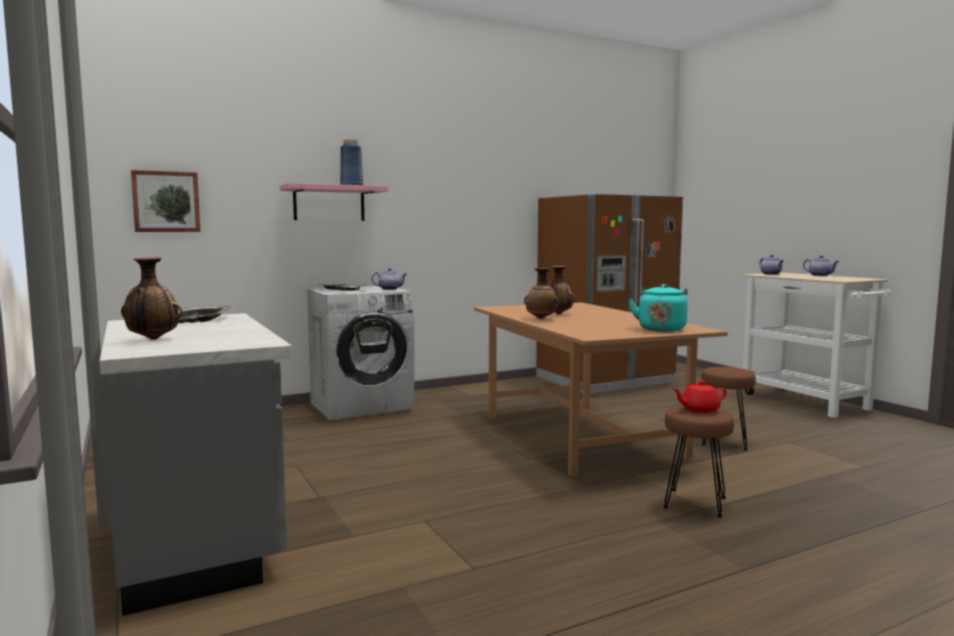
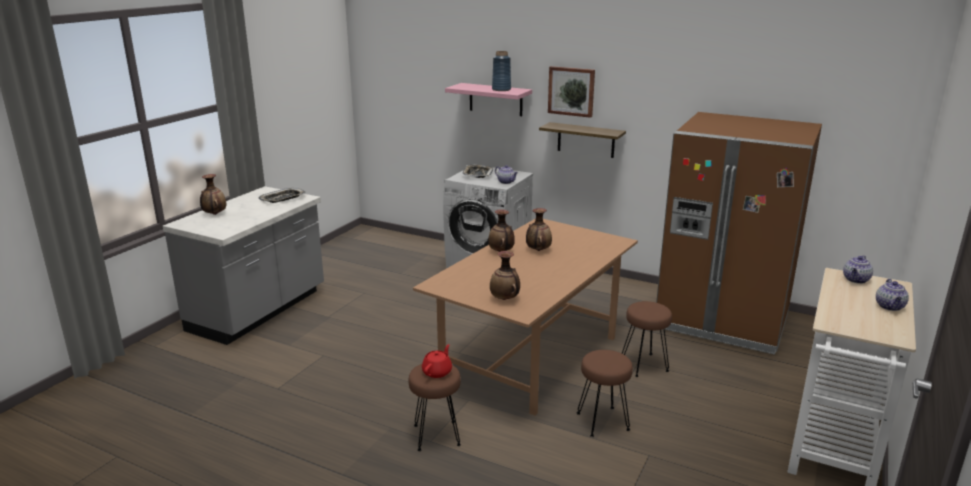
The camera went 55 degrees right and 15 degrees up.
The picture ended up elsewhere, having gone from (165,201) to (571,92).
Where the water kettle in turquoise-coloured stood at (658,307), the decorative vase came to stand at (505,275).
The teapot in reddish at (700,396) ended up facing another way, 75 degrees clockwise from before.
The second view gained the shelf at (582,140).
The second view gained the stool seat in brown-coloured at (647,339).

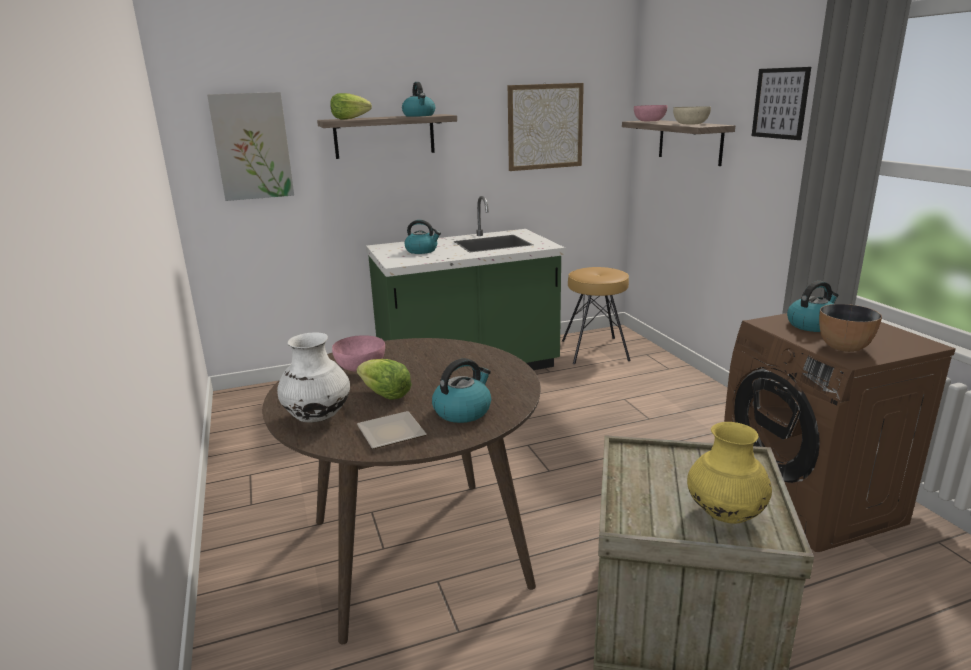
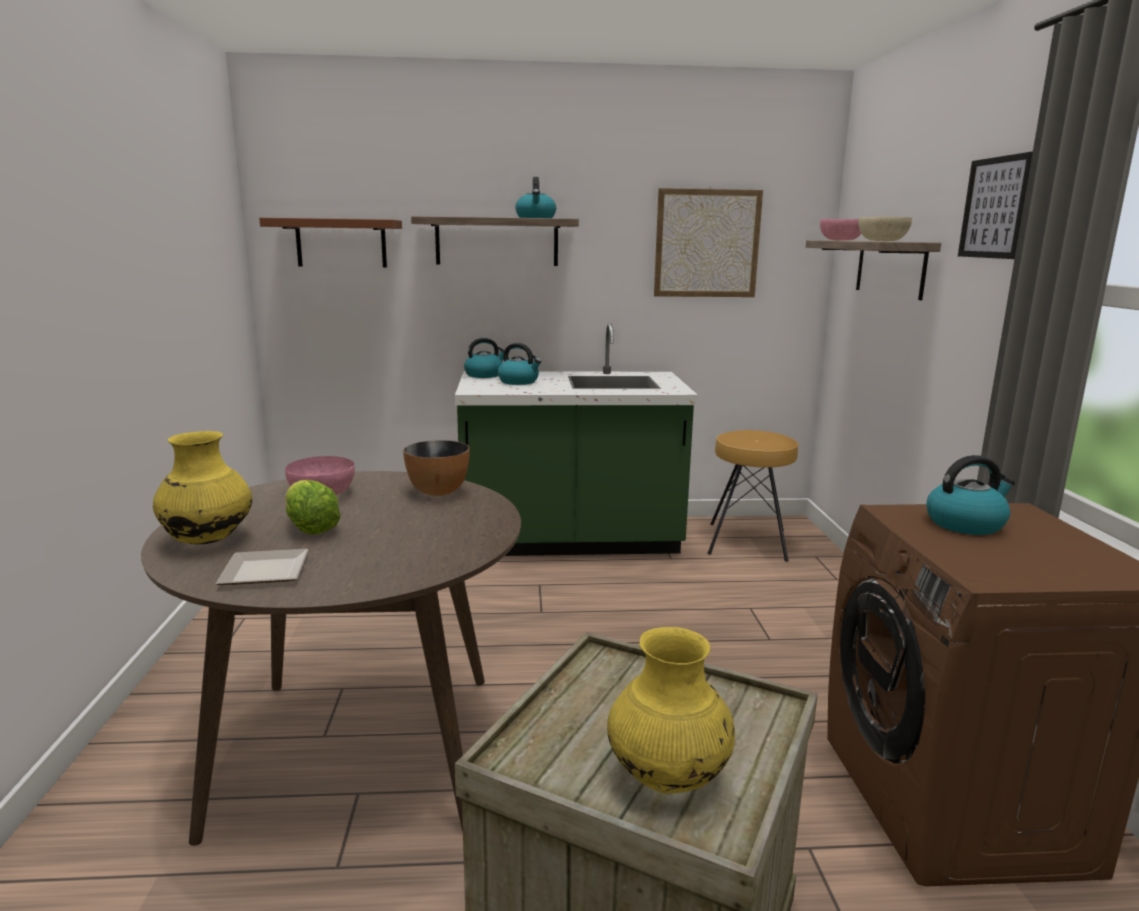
The camera went 15 degrees right and 5 degrees down.
Where the picture hung at (250,146), the shelf in brown-coloured came to hang at (330,242).
The second view lost the head of lettuce at (351,106).
The bowl ended up elsewhere, having gone from (850,328) to (436,468).
What was the decorative vase in white at (313,377) turned into the decorative vase in yellow-coloured at (202,487).
The water kettle ended up elsewhere, having gone from (461,390) to (484,358).

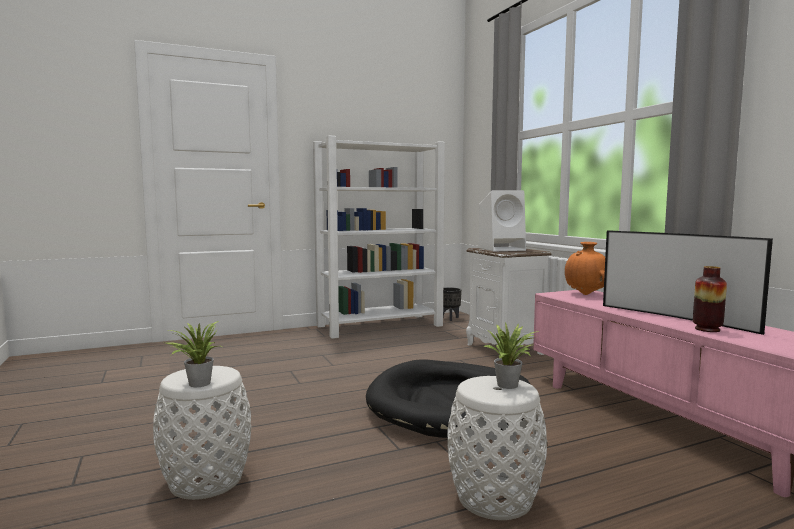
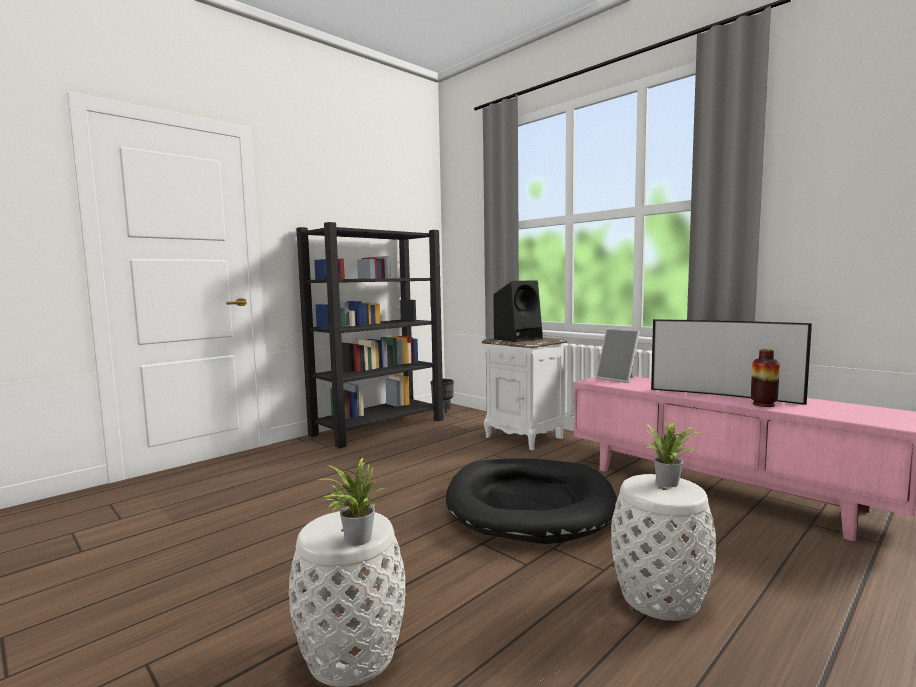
The camera went 20 degrees left and 0 degrees up.
What was the bookcase in white at (379,237) turned into the bookcase in black-coloured at (369,335).
What was the speaker in white at (502,221) turned into the speaker in black-coloured at (518,311).
Where the decorative vase in orange-coloured stood at (585,268), the standing frame came to stand at (618,355).

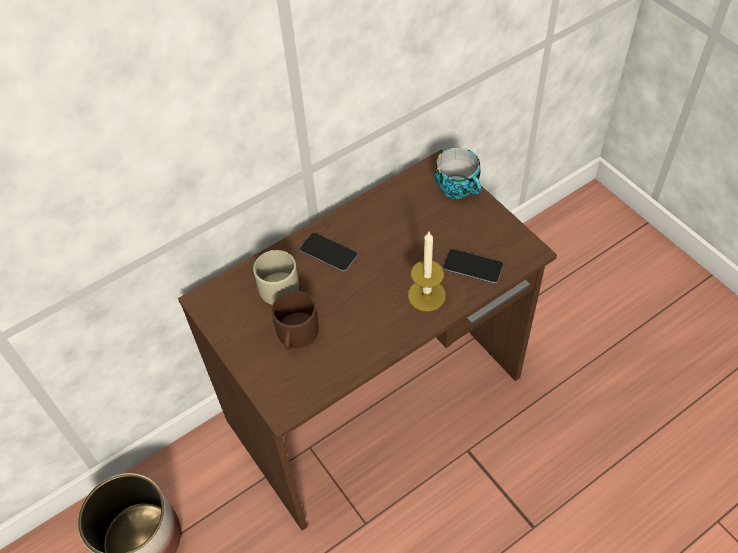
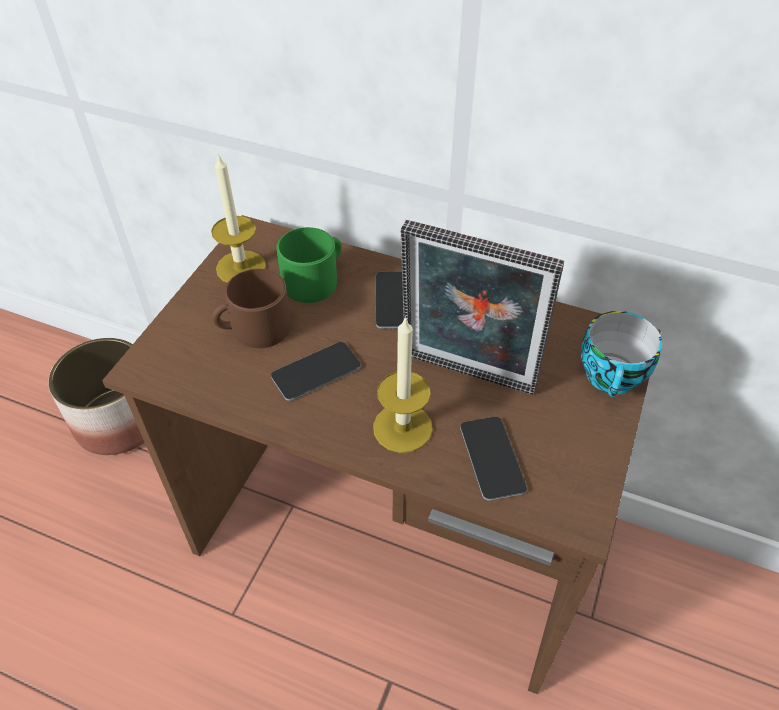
The camera went 55 degrees right and 5 degrees down.
What was the tea mug in sand-coloured at (276,277) turned into the tea mug in green at (309,265).
The second view gained the wax light at (238,218).
The second view gained the standing frame at (482,307).
The second view gained the phone at (316,371).

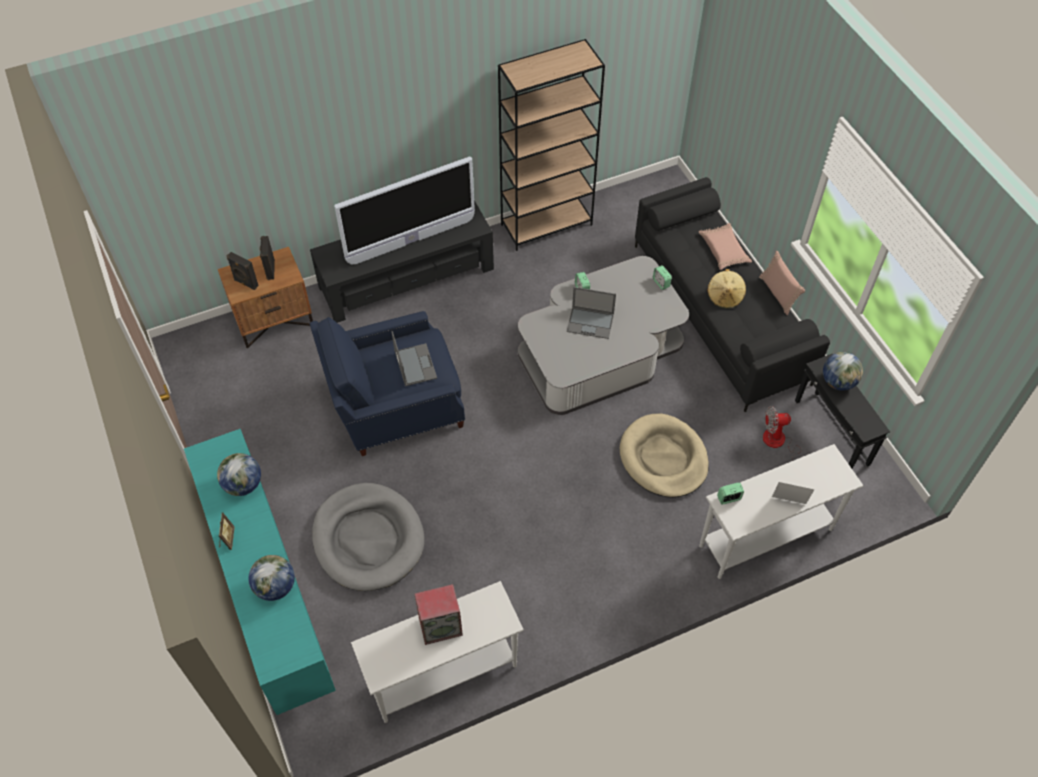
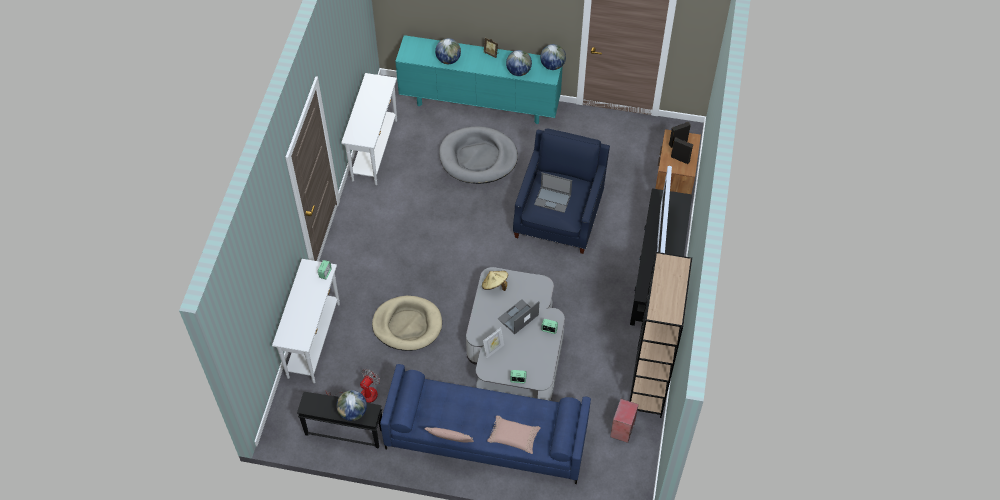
The camera went 125 degrees right and 0 degrees up.
What was the settee in black-coloured at (732,294) turned into the settee in blue-coloured at (485,424).
The hat in sand-coloured ended up elsewhere, having gone from (726,289) to (495,281).
The standing frame ended up elsewhere, having gone from (793,493) to (493,343).
The speaker ended up elsewhere, having gone from (438,614) to (624,420).
The second view gained the desk globe at (553,57).

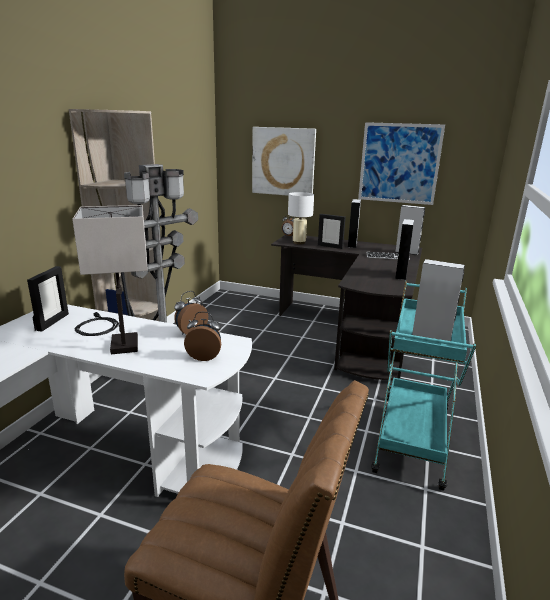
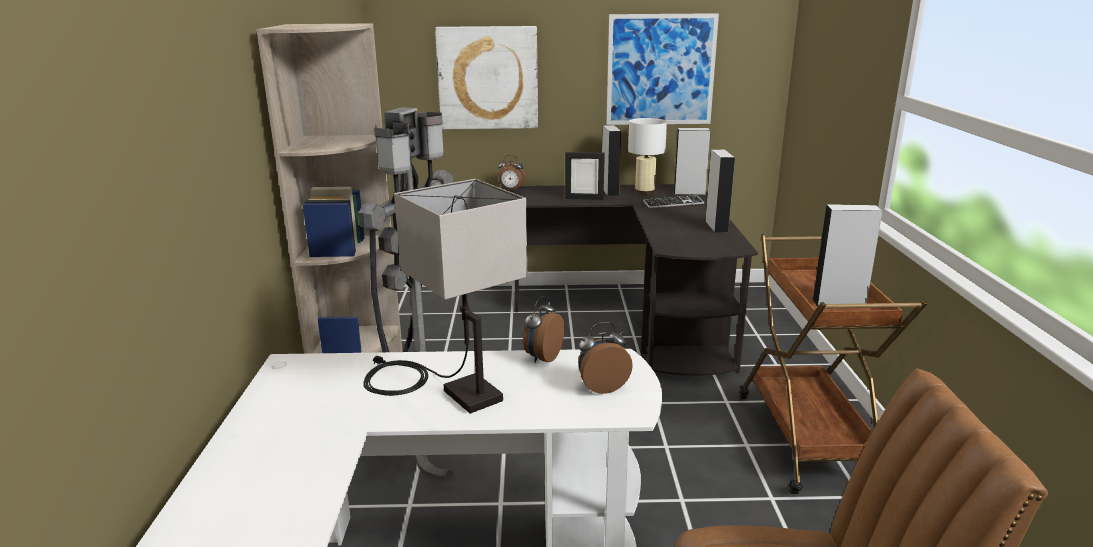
The camera went 20 degrees left and 0 degrees up.
The table lamp in white ended up elsewhere, having gone from (301,218) to (647,156).
The second view lost the standing frame at (48,299).
What was the trolley in turquoise-coloured at (423,385) turned into the trolley in brown-coloured at (833,364).

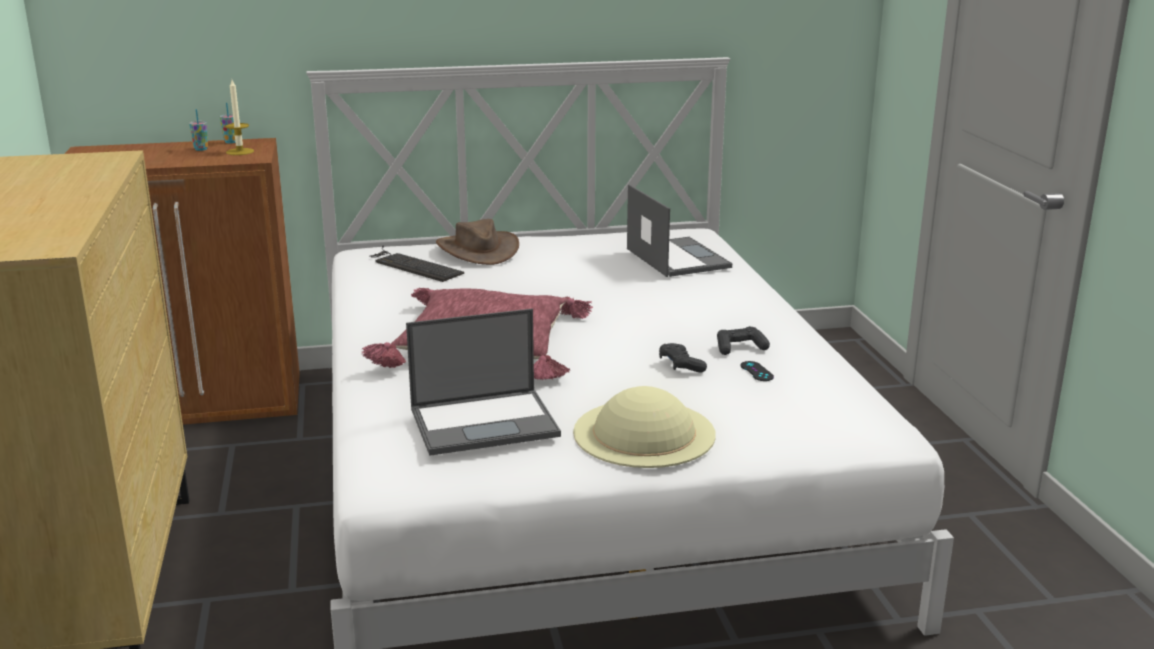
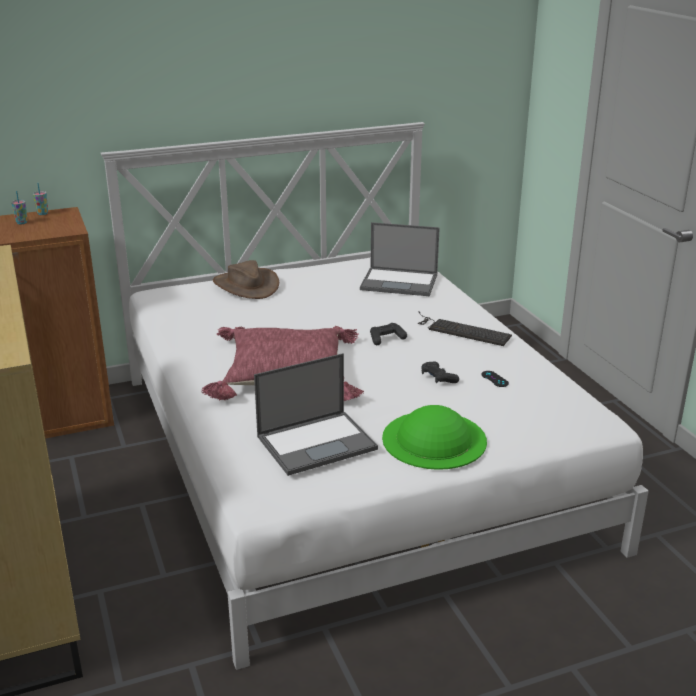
The camera went 10 degrees left and 5 degrees up.
The second view lost the wax light at (239,117).
The laptop at (679,230) ended up facing another way, 135 degrees clockwise from before.
The PC keyboard ended up elsewhere, having gone from (417,263) to (465,328).
The game controller in black-coloured ended up elsewhere, having gone from (743,340) to (388,334).
What was the hat in sand-coloured at (644,427) turned into the hat in green at (434,437).

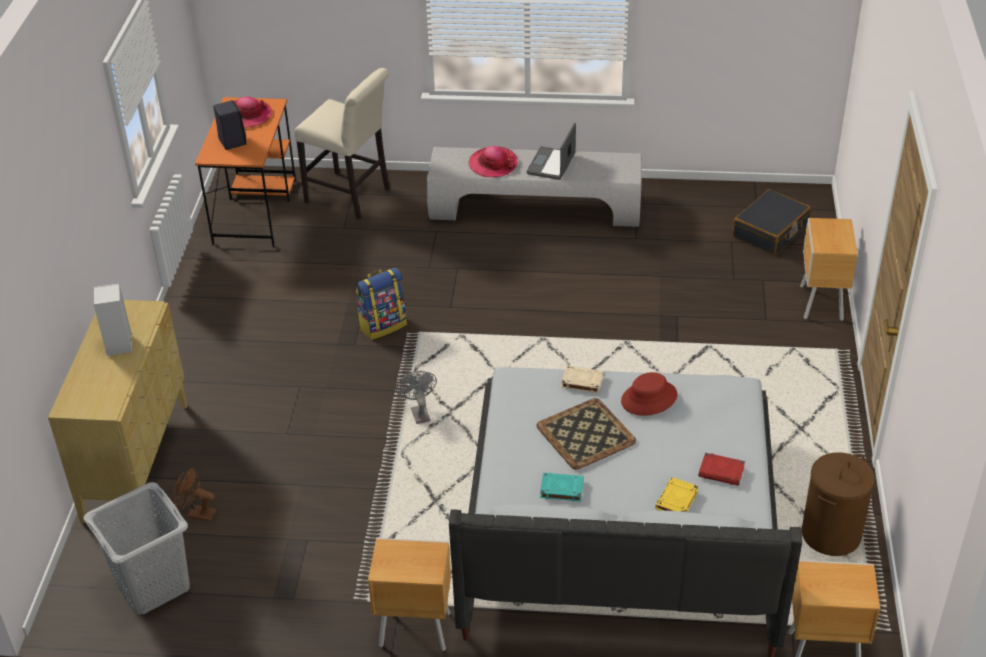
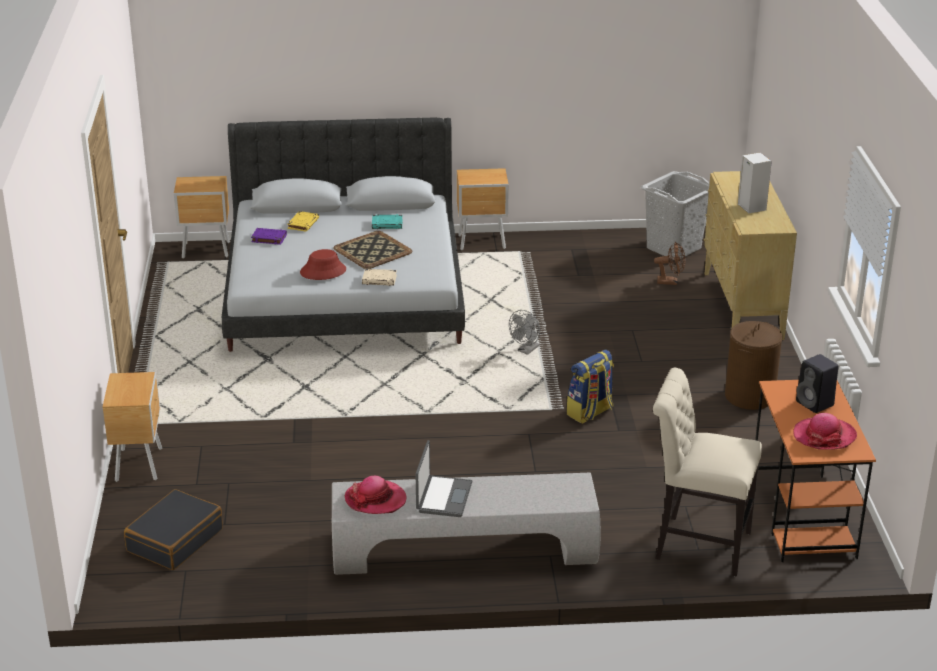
The camera went 170 degrees right and 10 degrees down.
The hat ended up elsewhere, having gone from (493,161) to (375,495).
The cooling fan in grey at (416,397) ended up facing another way, 60 degrees clockwise from before.
The washing basket in brown-coloured ended up elsewhere, having gone from (838,504) to (754,365).
What was the volume in reddish at (721,469) turned into the volume in purple-coloured at (269,236).

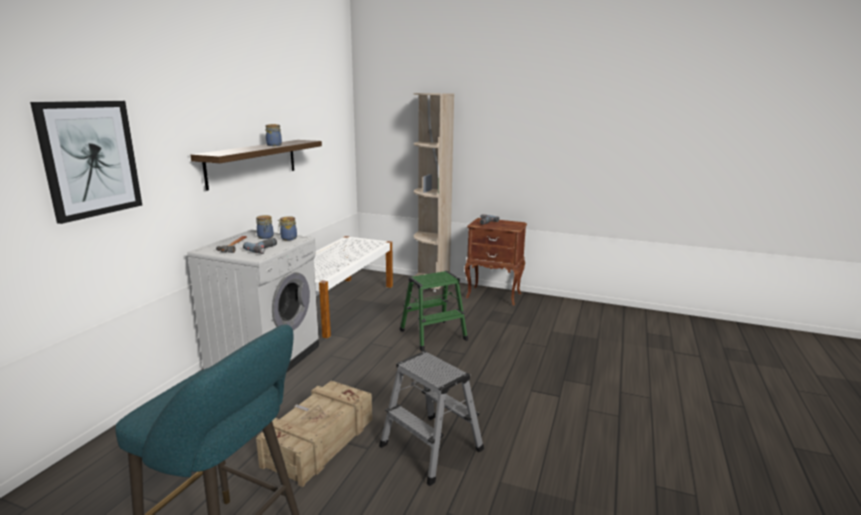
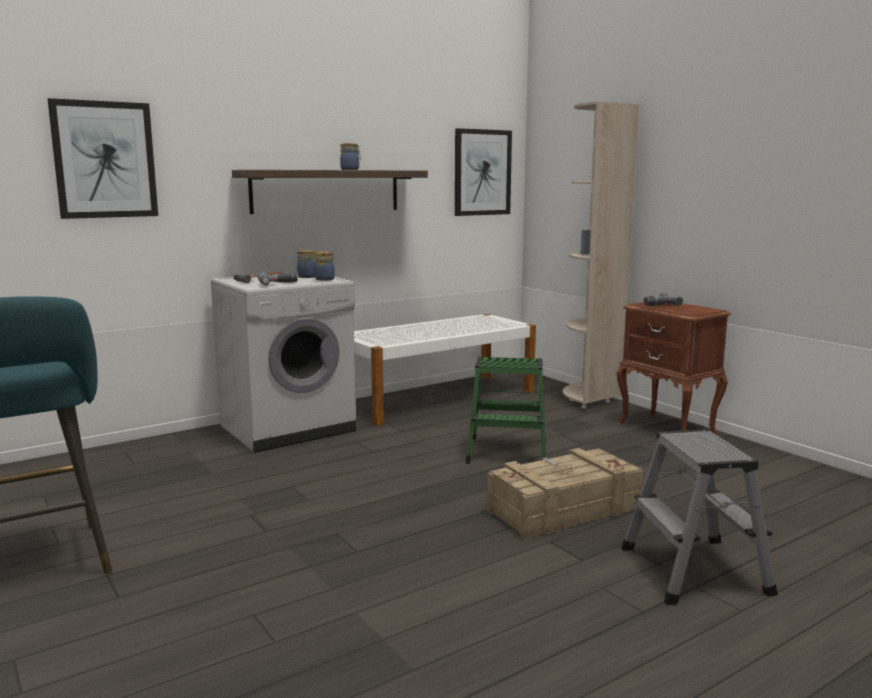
The camera went 35 degrees right and 5 degrees down.
The stepladder in grey ended up elsewhere, having gone from (431,418) to (699,517).
The packing crate ended up elsewhere, having gone from (314,434) to (565,494).
The second view gained the picture at (483,172).

